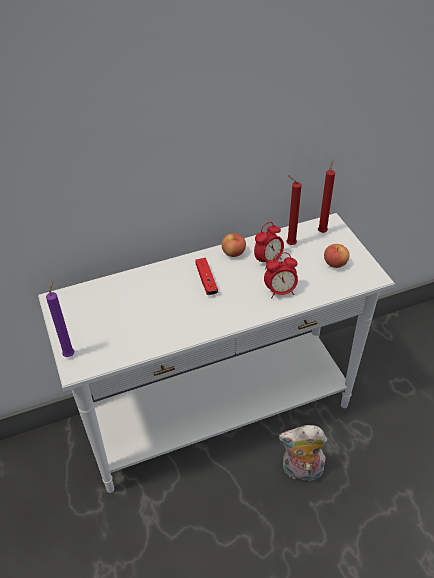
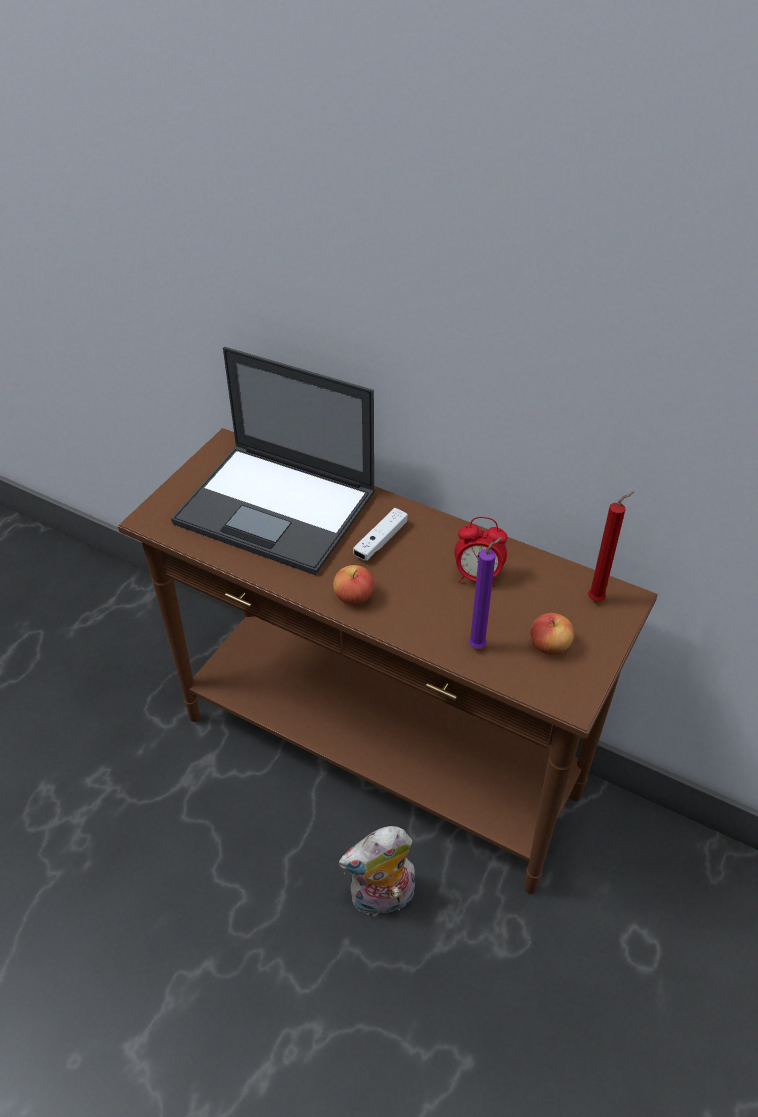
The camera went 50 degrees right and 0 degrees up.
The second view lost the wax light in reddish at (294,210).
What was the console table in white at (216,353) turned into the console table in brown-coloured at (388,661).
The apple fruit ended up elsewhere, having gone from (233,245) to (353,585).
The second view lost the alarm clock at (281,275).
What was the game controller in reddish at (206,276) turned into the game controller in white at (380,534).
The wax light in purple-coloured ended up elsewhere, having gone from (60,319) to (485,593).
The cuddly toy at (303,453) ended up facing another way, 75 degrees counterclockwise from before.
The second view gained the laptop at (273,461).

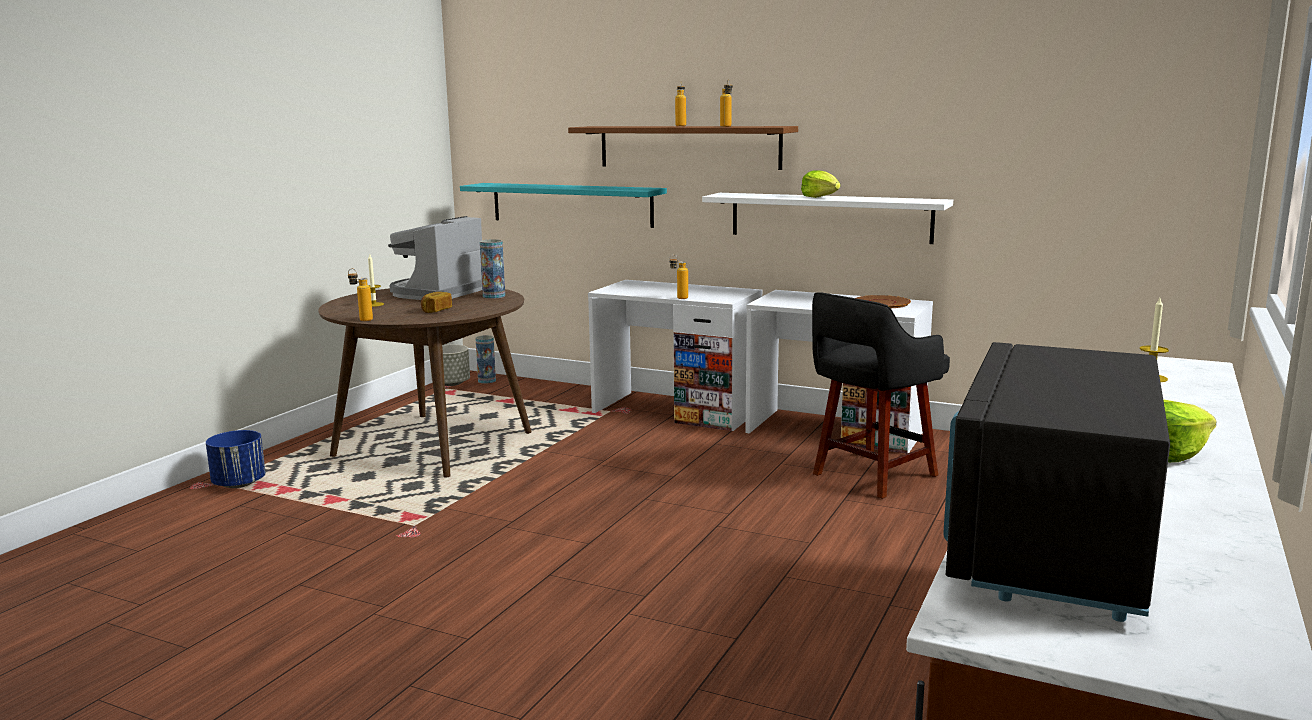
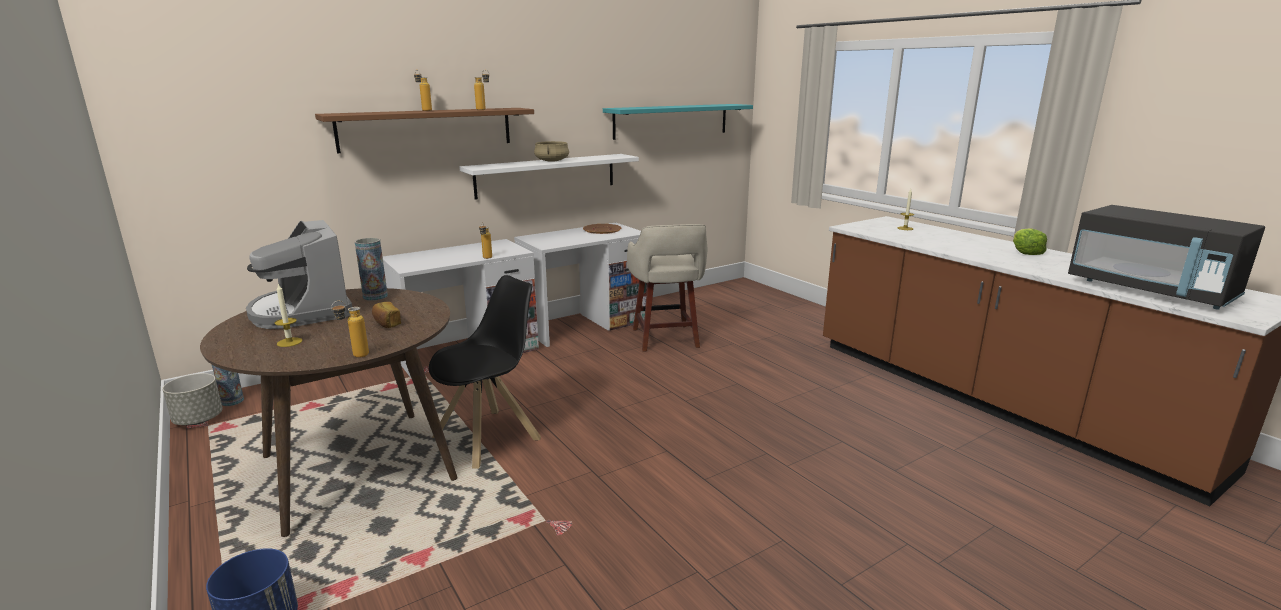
The camera went 60 degrees left and 5 degrees up.
Where the head of lettuce stood at (820,184), the saucepot in sand-coloured came to stand at (551,151).
The shelf in turquoise-coloured ended up elsewhere, having gone from (563,205) to (678,122).
What was the stool seat in black-coloured at (881,395) turned into the stool seat in sand-coloured at (667,288).
The second view gained the upright chair in black-coloured at (485,372).

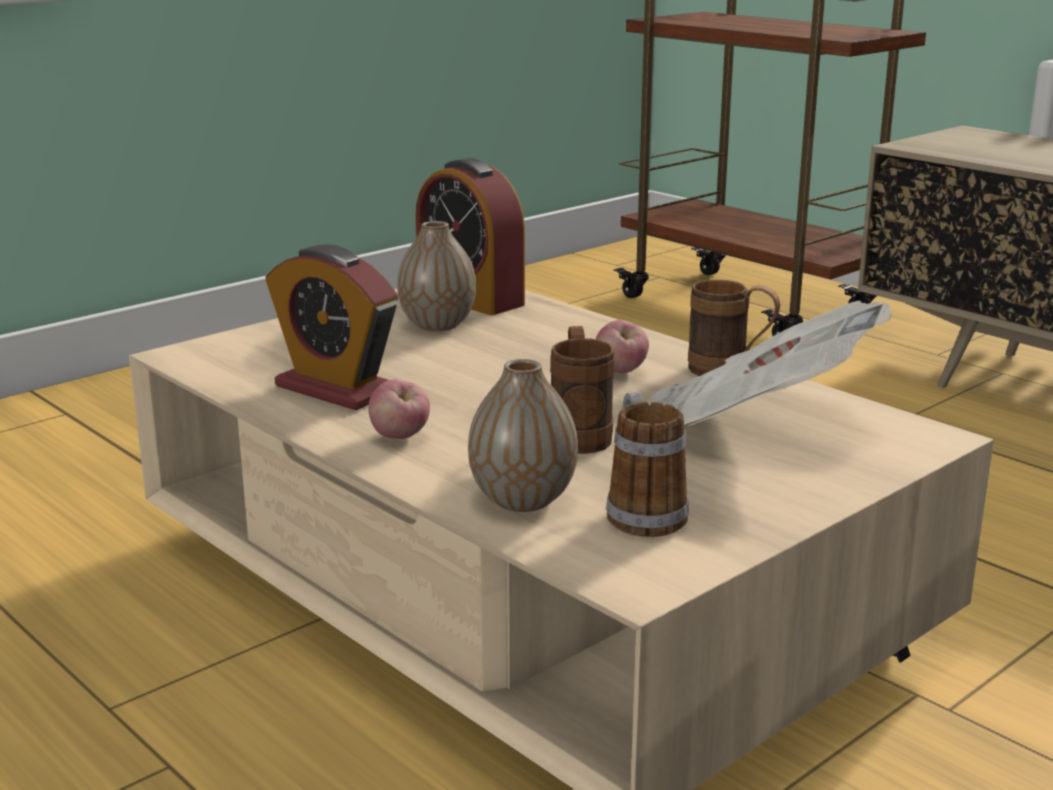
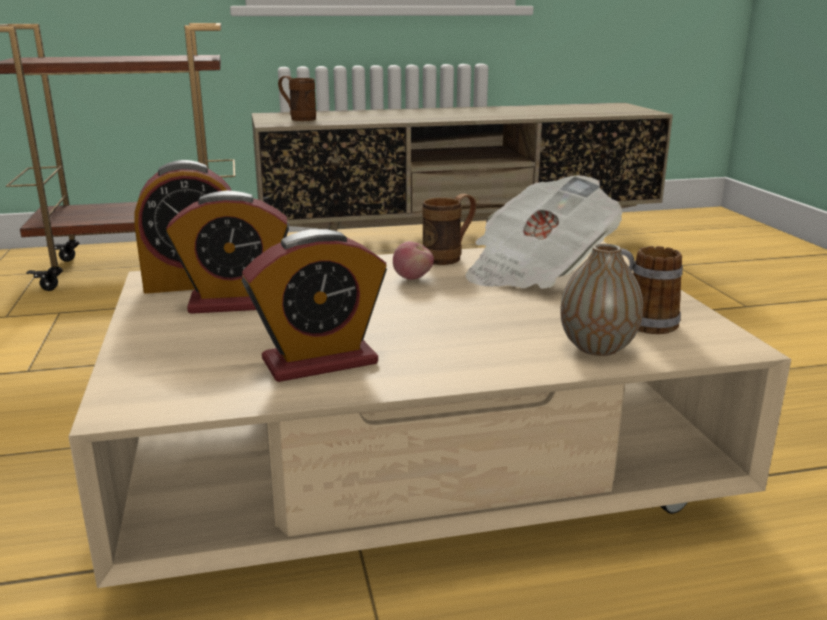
The camera went 60 degrees left and 0 degrees up.
Where the decorative vase stood at (436,276), the alarm clock came to stand at (227,252).
The tea mug in brown-coloured ended up elsewhere, having gone from (582,390) to (297,98).
The second view lost the apple fruit at (399,409).

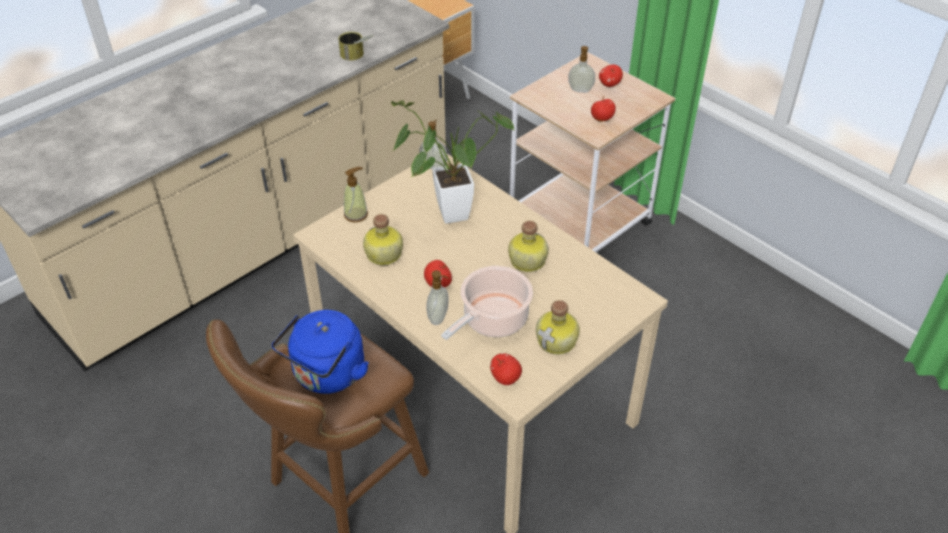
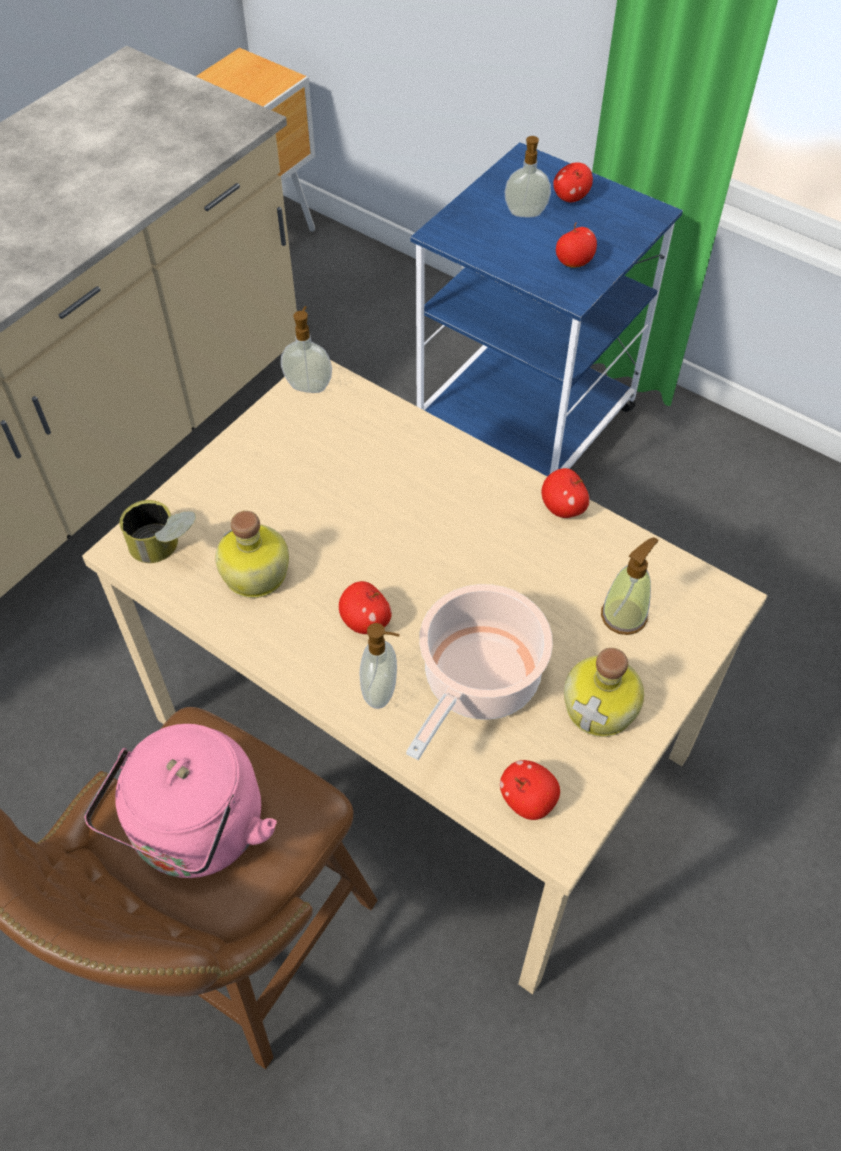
The camera went 10 degrees left and 10 degrees up.
The metal can ended up elsewhere, having gone from (356,46) to (158,531).
What was the trolley in sand-coloured at (593,152) turned into the trolley in blue-coloured at (546,309).
The second view lost the plant in a pot at (452,162).
The soap bottle ended up elsewhere, having gone from (356,194) to (630,586).
The second view lost the drink bottle at (528,246).
What was the water kettle in blue-coloured at (320,352) turned into the water kettle in pink-coloured at (180,801).
The second view gained the apple fruit at (565,493).

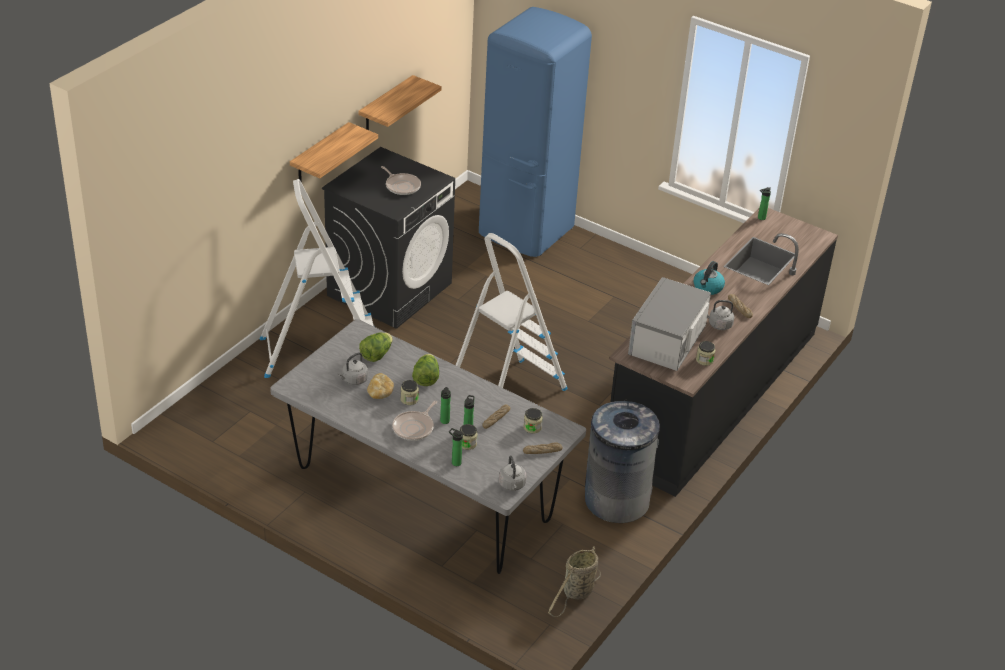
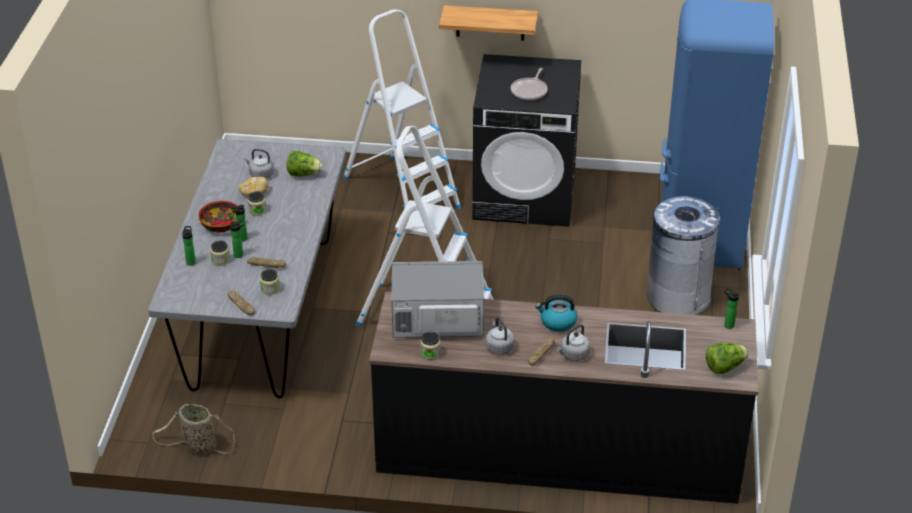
The camera went 65 degrees right and 0 degrees up.
The second view lost the shelf at (400,102).
The head of lettuce ended up elsewhere, having gone from (425,370) to (727,358).
The waste bin in grey ended up elsewhere, having gone from (622,461) to (683,255).
Where the pan stood at (414,421), the bowl came to stand at (218,216).
The water kettle in grey ended up elsewhere, having gone from (512,473) to (573,342).

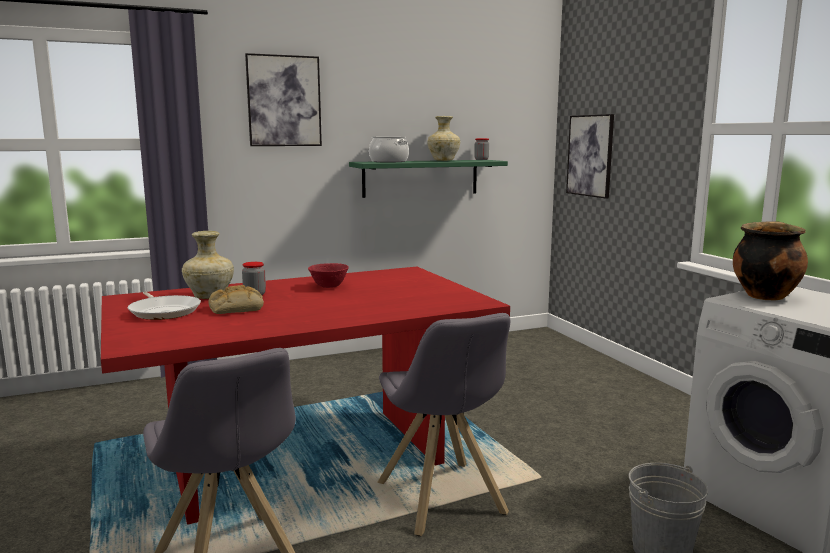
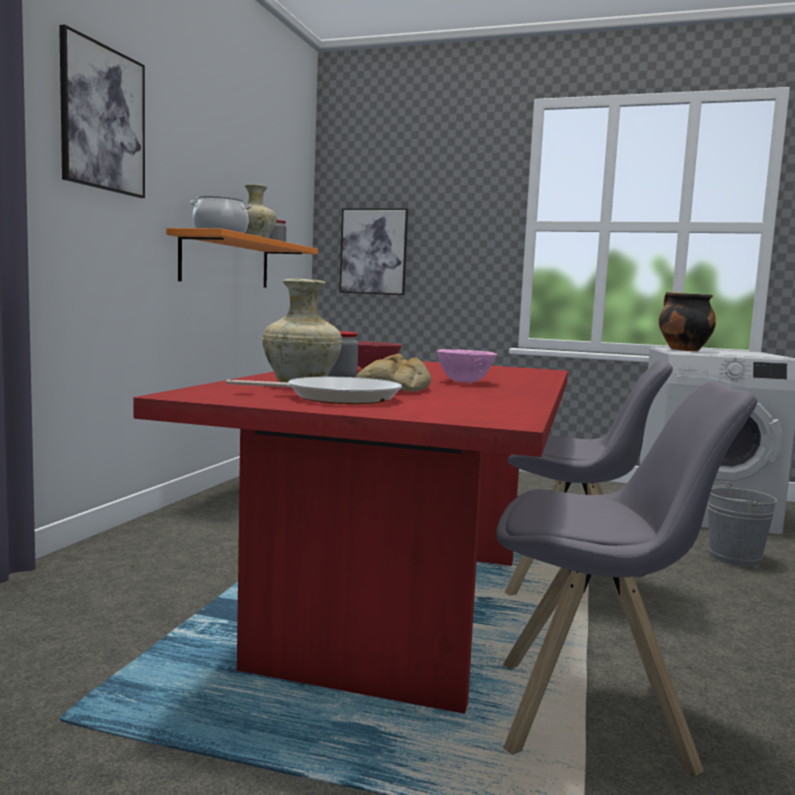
The camera went 50 degrees left and 5 degrees down.
What was the shelf in green at (428,179) turned into the shelf in orange-coloured at (242,258).
The second view gained the bowl in pink-coloured at (466,366).

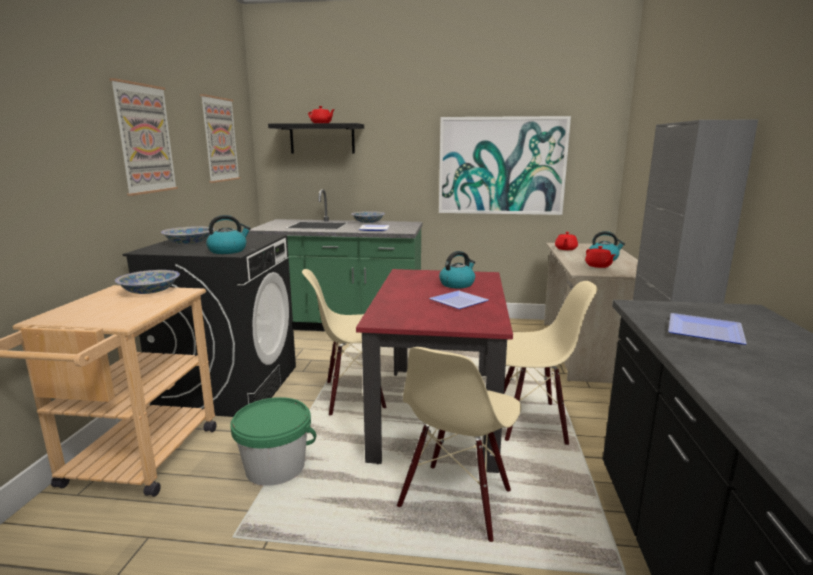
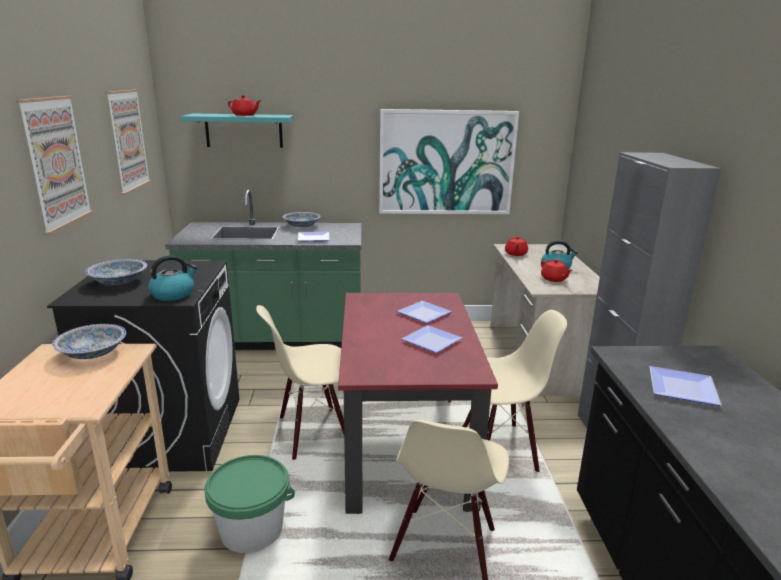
The camera went 10 degrees left and 5 degrees up.
What was the shelf in black-coloured at (316,138) turned into the shelf in turquoise-coloured at (237,130).
Where the water kettle stood at (457,269), the flat dish came to stand at (424,312).

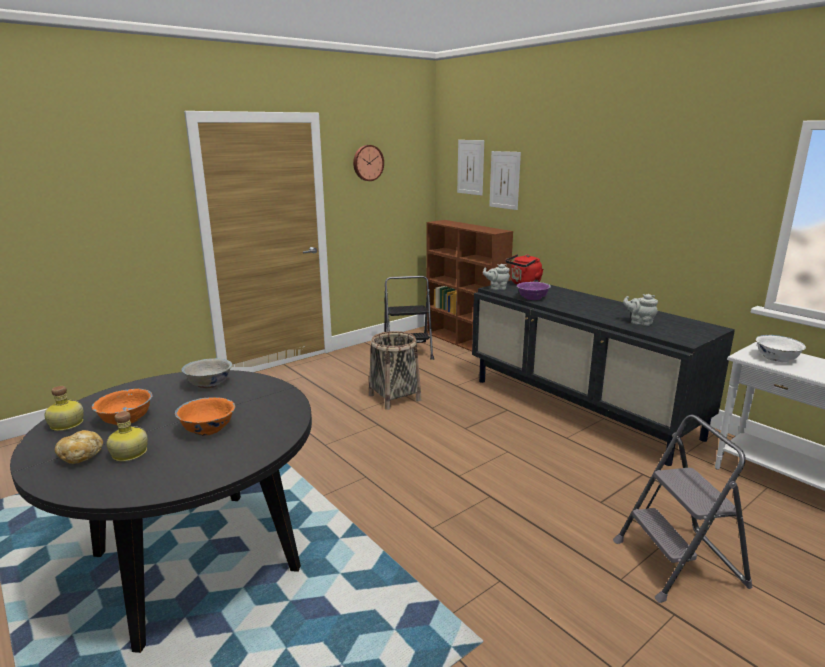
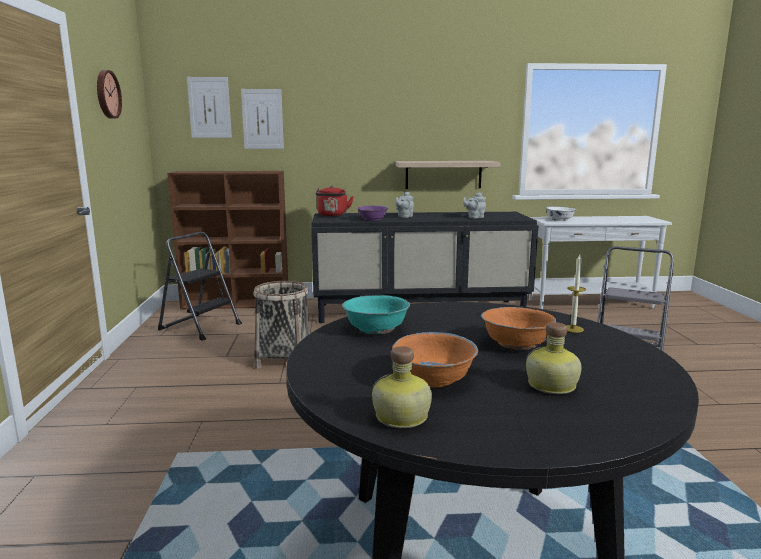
The camera went 55 degrees left and 5 degrees down.
The teapot in grey ended up elsewhere, having gone from (496,277) to (404,205).
What was the bowl in white at (206,373) turned into the bowl in turquoise-coloured at (376,314).
The second view lost the bread at (79,447).
The second view gained the shelf at (448,175).
The second view gained the wax light at (576,293).

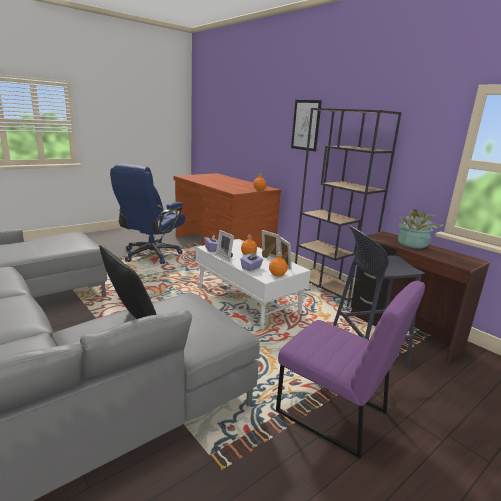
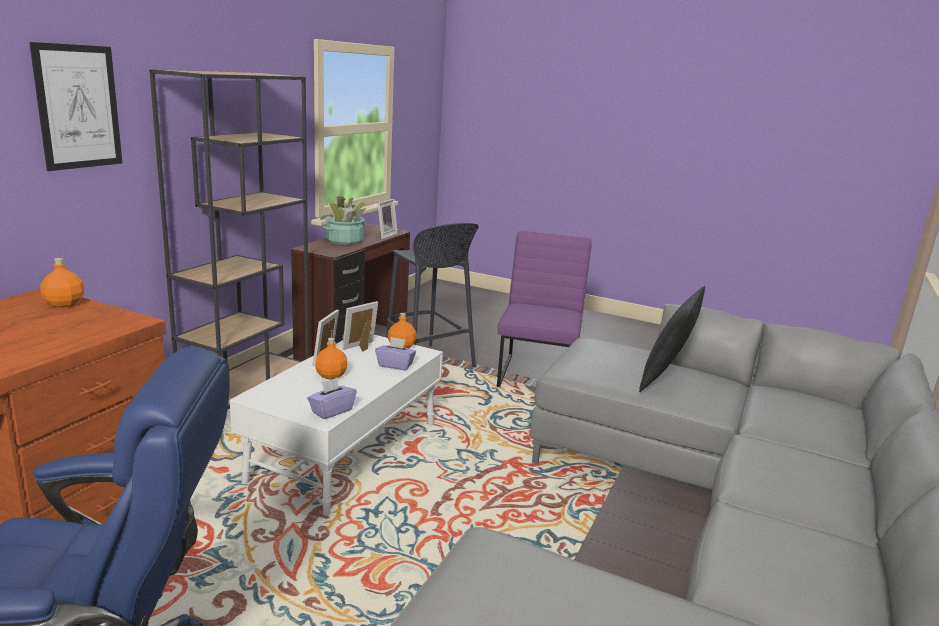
The camera went 115 degrees left and 0 degrees up.
The standing frame ended up elsewhere, having gone from (225,246) to (388,219).

